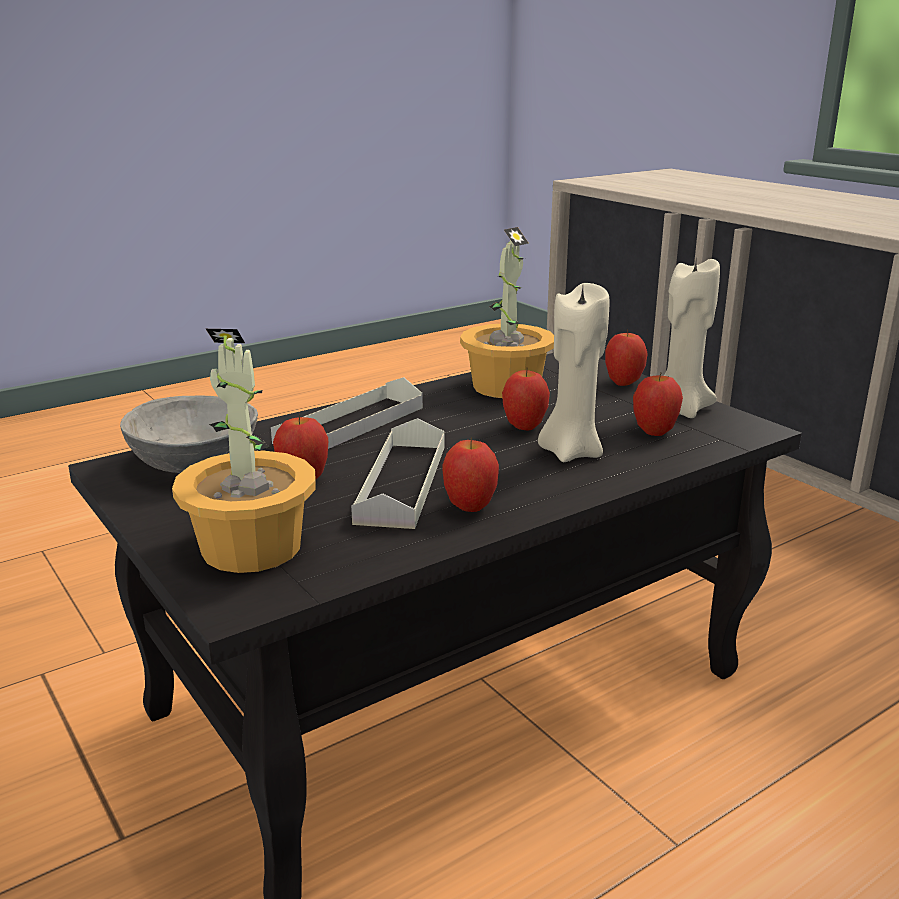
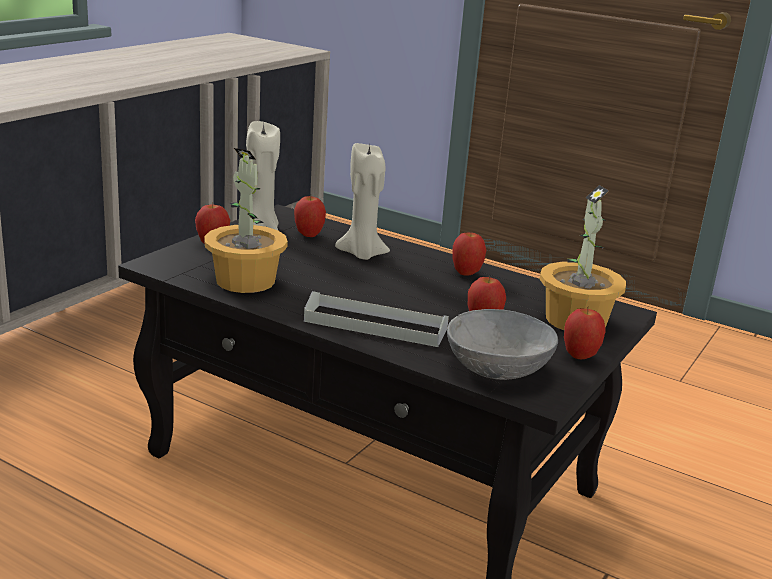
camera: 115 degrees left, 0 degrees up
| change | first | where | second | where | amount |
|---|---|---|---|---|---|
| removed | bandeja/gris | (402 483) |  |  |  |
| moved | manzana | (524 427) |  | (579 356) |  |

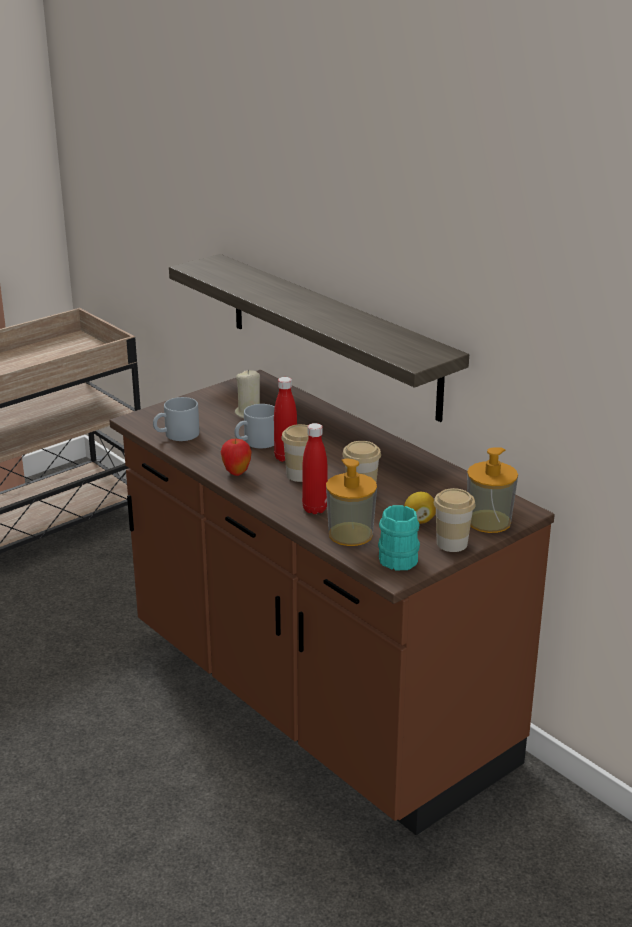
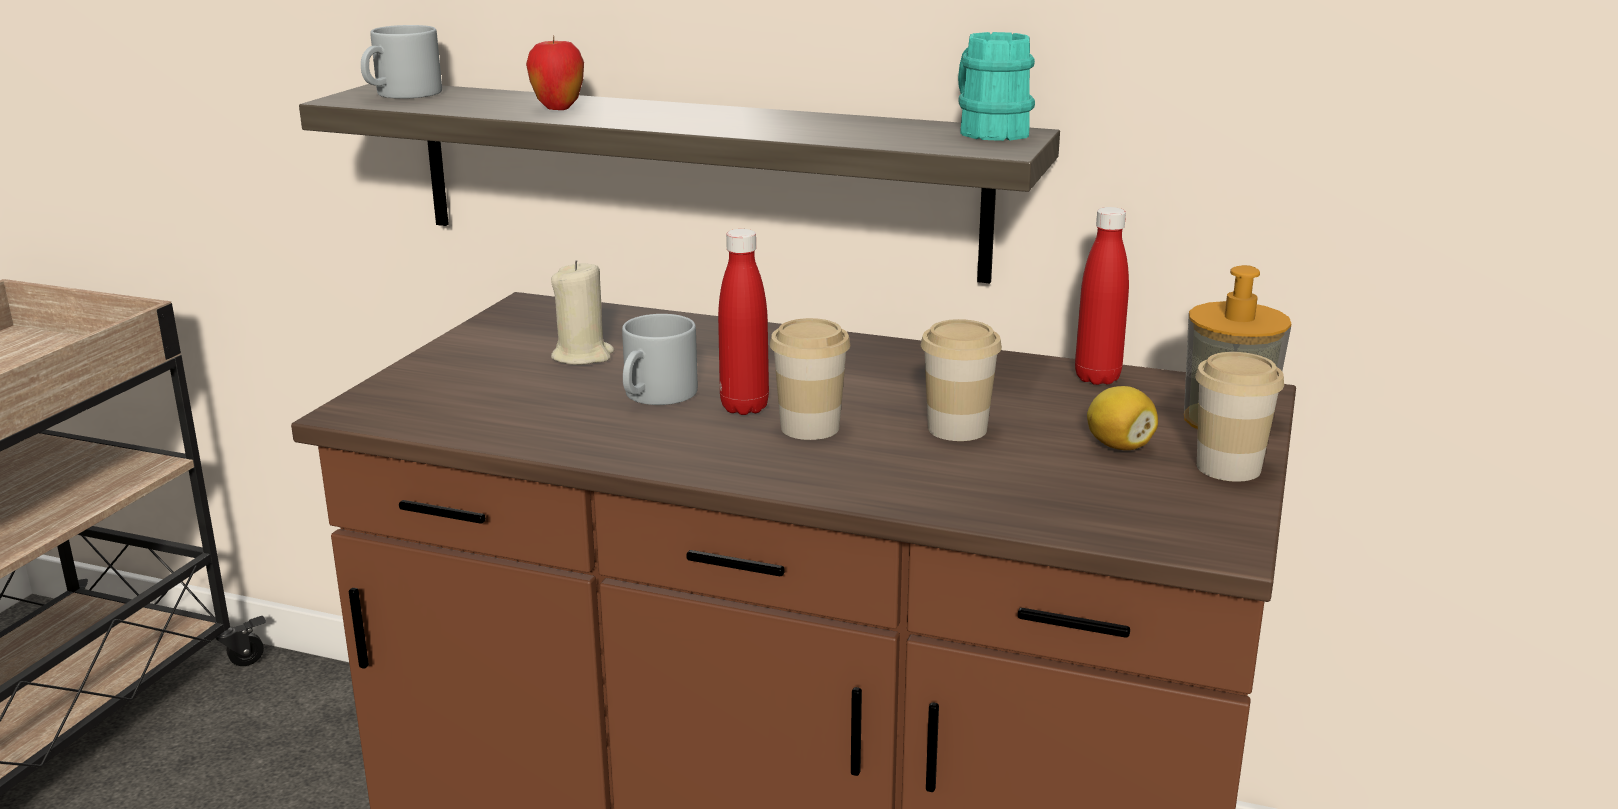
camera: 30 degrees left, 5 degrees down
| change | first | where | second | where | amount |
|---|---|---|---|---|---|
| moved | taza grande/gris | (176 435) |  | (402 94) |  |
| moved | manzana | (236 473) |  | (558 108) |  |
| moved | botella/rojo | (314 509) |  | (1097 378) |  |
| removed | dispensador de jabón | (350 534) |  |  |  |
| moved | taza grande/turquesa | (397 556) |  | (987 131) |  |

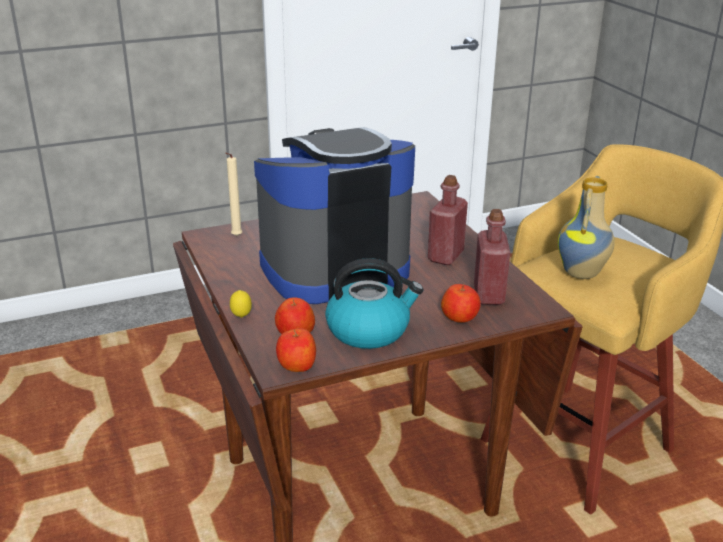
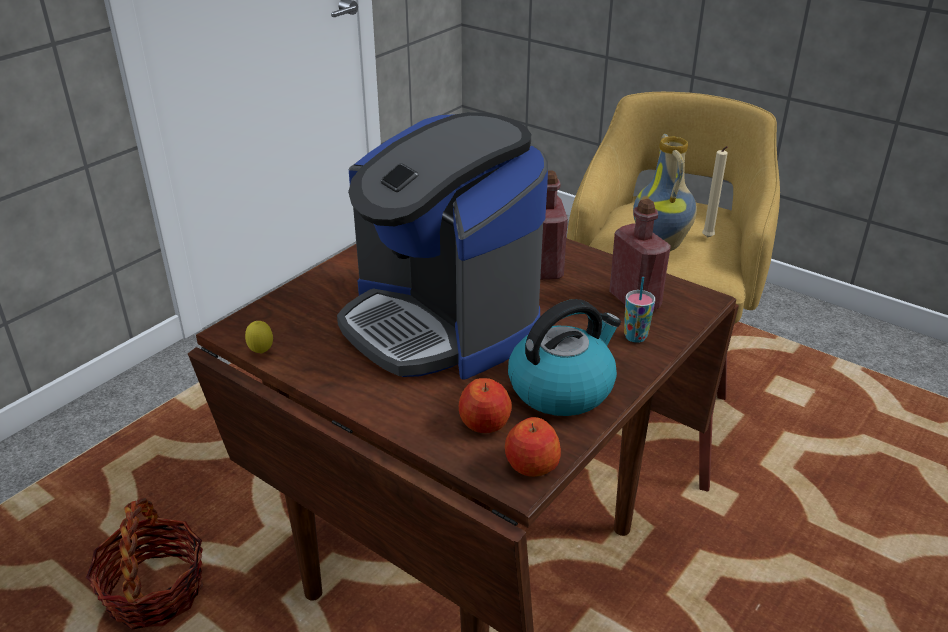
camera: 30 degrees left, 5 degrees up
| change | first | where | second | where | amount |
|---|---|---|---|---|---|
| moved | vela/beis | (235 237) |  | (708 238) |  |
| moved | limón | (241 317) |  | (261 352) |  |
| turned | cafetera | (333 268) |  | (441 323) | 75 degrees counterclockwise |
| replaced | manzana | (460 317) | taza | (635 337) |  |
| added |  |  | cesta | (155 591) |  |

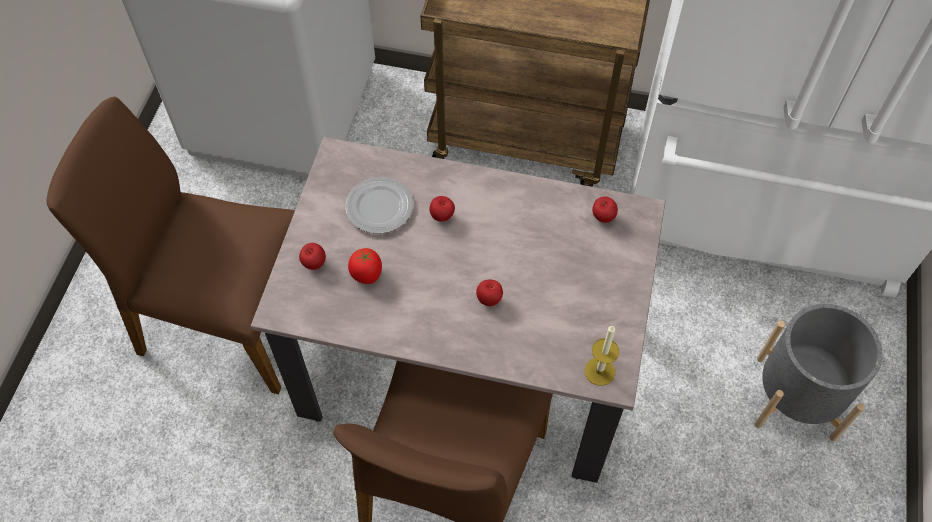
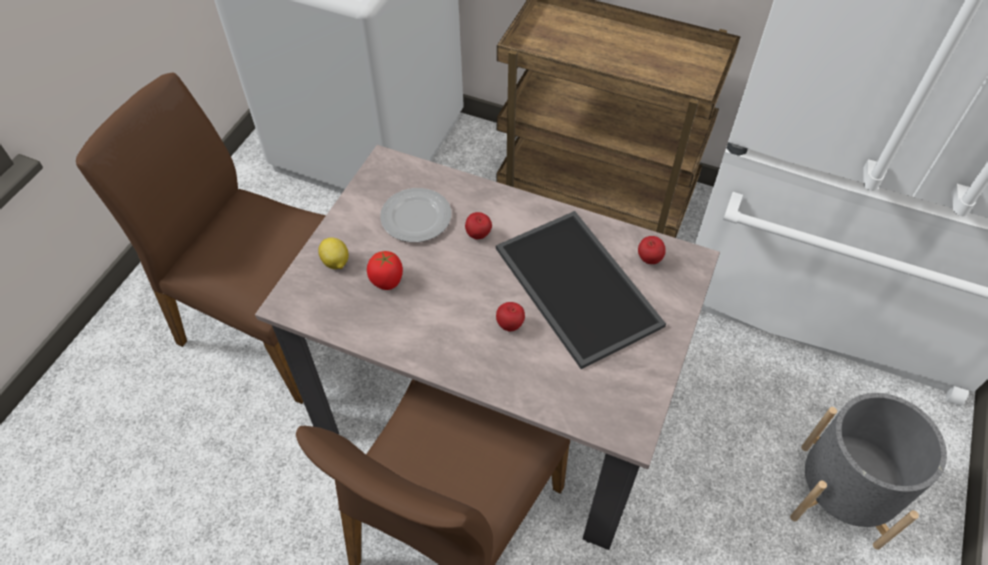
camera: 10 degrees right, 5 degrees down
| change | first | where | second | where | amount |
|---|---|---|---|---|---|
| replaced | manzana | (314 264) | limón | (336 262) |  |
| removed | vela | (599 371) |  |  |  |
| added |  |  | bandeja | (574 286) |  |

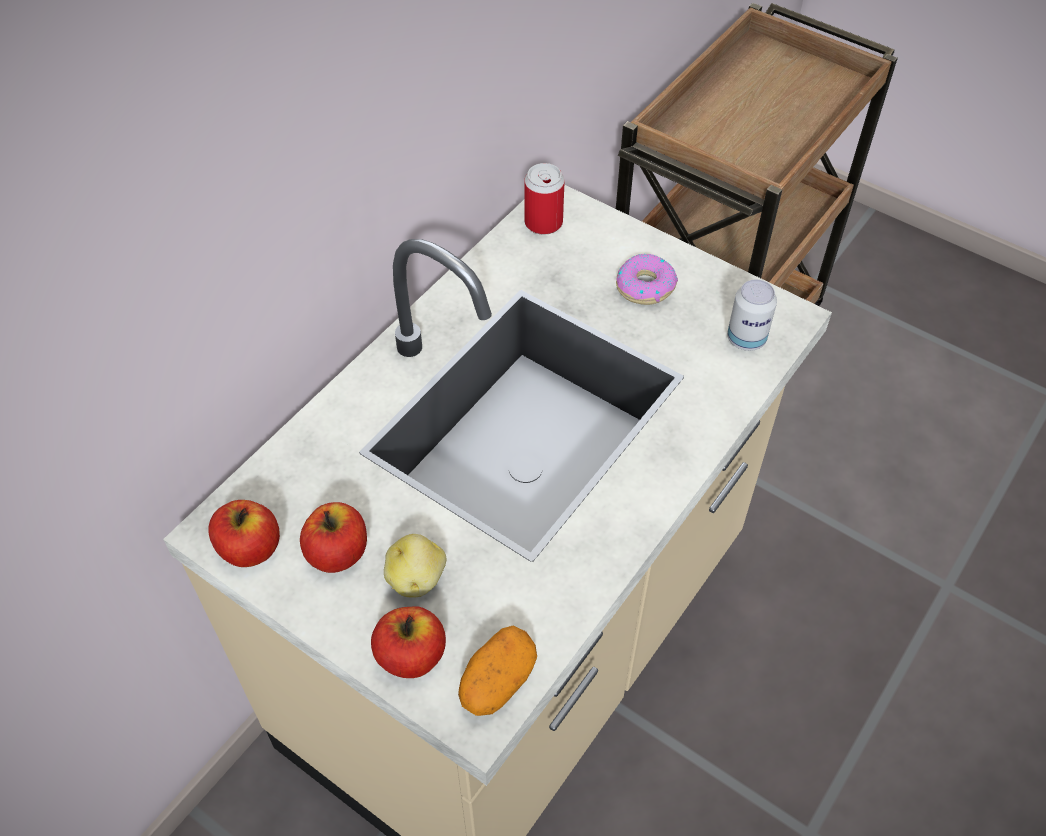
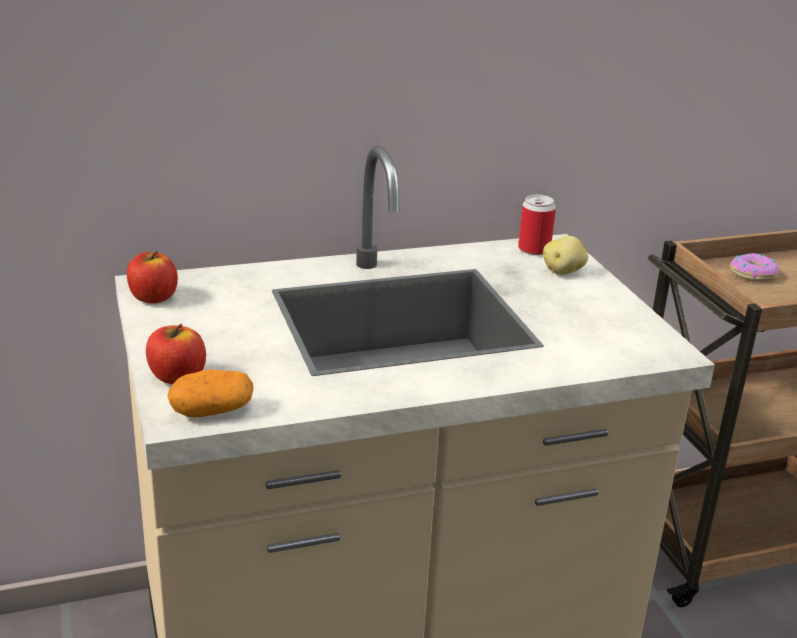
camera: 35 degrees right, 25 degrees down
| change | first | where | second | where | amount |
|---|---|---|---|---|---|
| removed | manzana | (338 553) |  |  |  |
| moved | patata | (417 578) |  | (563 272) |  |
| moved | rosquilla | (645 286) |  | (753 274) |  |
| removed | lata | (746 339) |  |  |  |

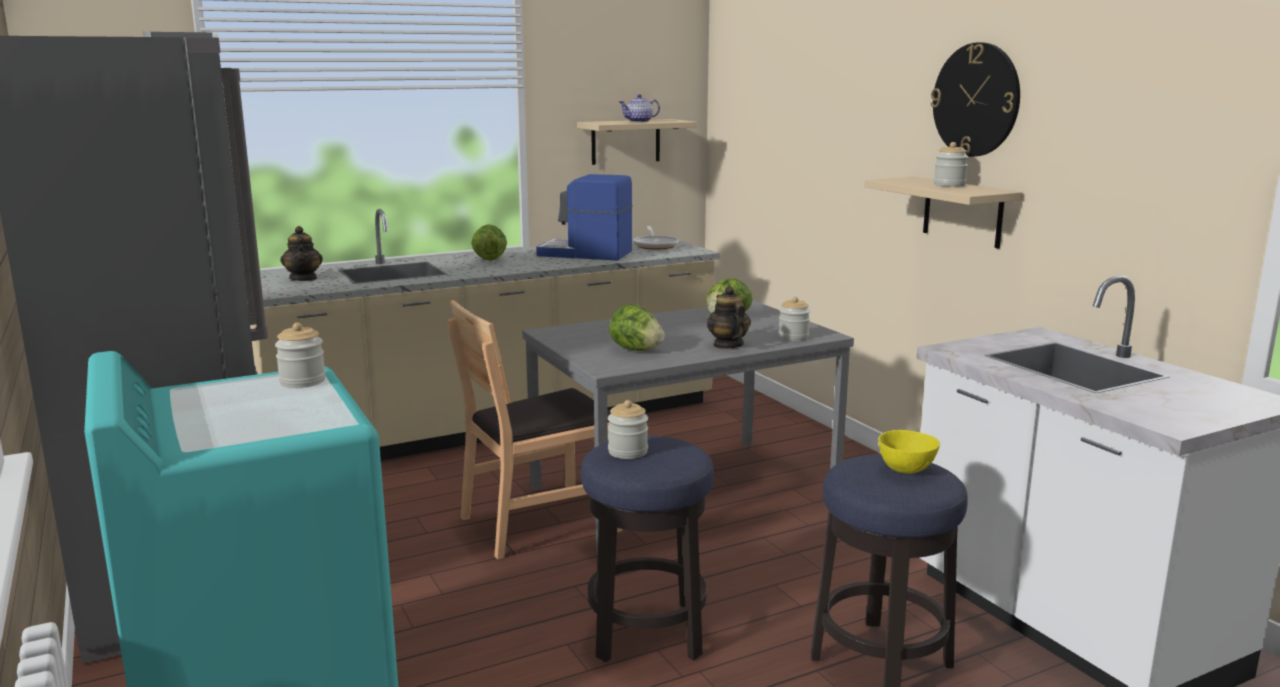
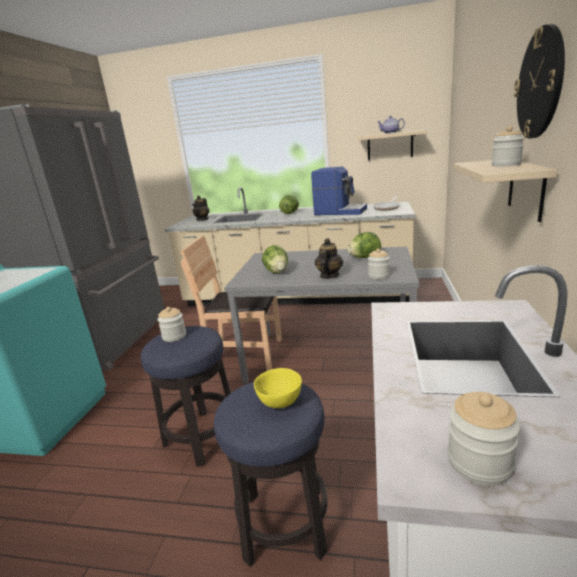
camera: 40 degrees right, 5 degrees up
| change | first | where | second | where | amount |
|---|---|---|---|---|---|
| moved | tarro | (302 381) |  | (479 462) |  |
| turned | cafetera | (585 254) |  | (340 212) | 150 degrees clockwise |

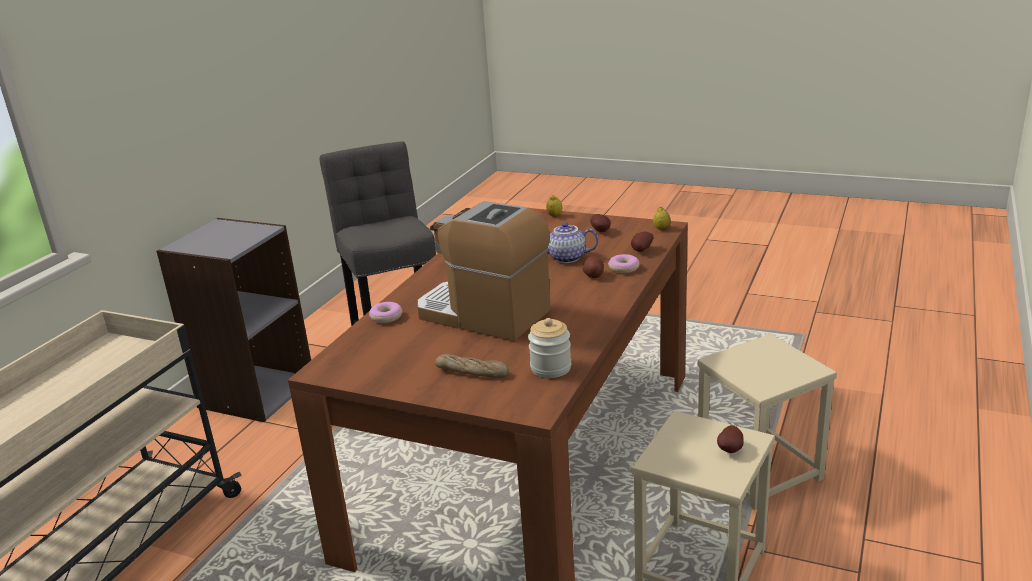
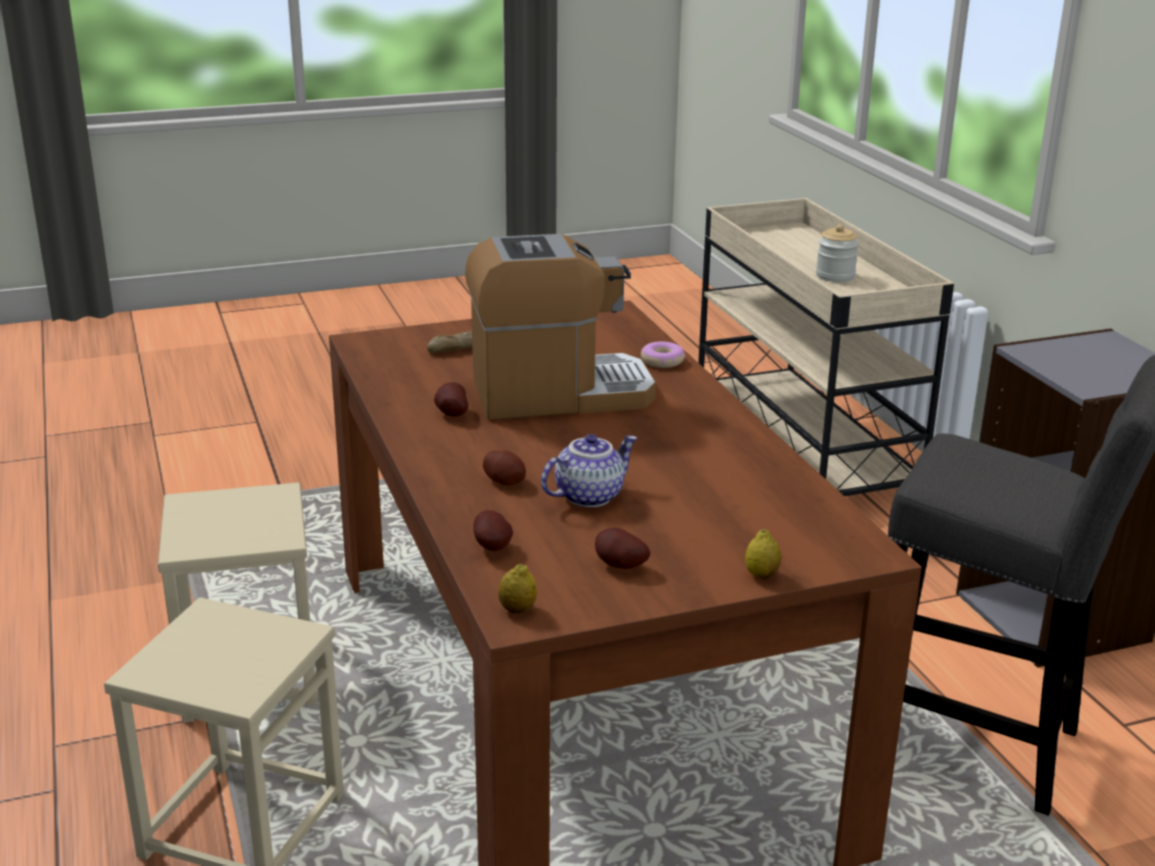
camera: 135 degrees right, 0 degrees up
| change | first | where | second | where | amount |
|---|---|---|---|---|---|
| moved | tarro | (550 368) |  | (835 276) |  |
| removed | rosquilla | (624 268) |  |  |  |
| moved | patata | (731 450) |  | (450 414) |  |

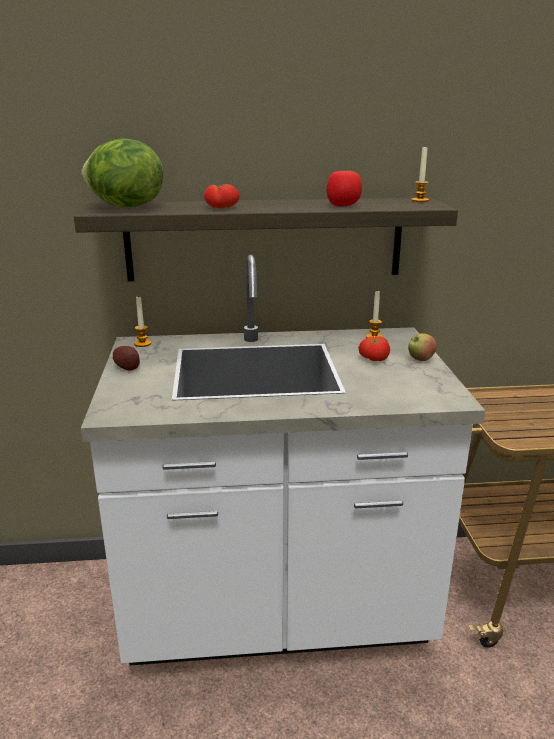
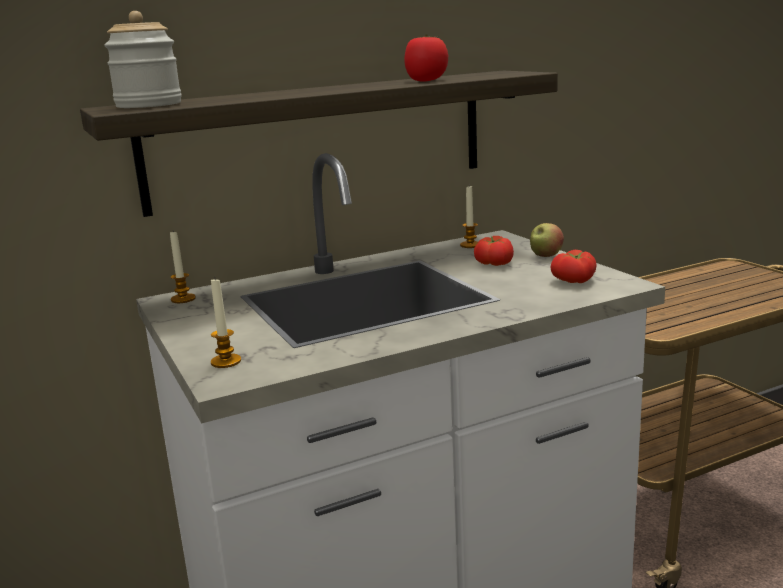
camera: 20 degrees left, 5 degrees down
| change | first | where | second | where | amount |
|---|---|---|---|---|---|
| replaced | lechuga | (125 207) | tarro | (149 105) |  |
| removed | patata | (127 367) |  |  |  |
| moved | tomate | (221 208) |  | (575 281) |  |
| moved | vela | (420 200) |  | (226 362) |  |

